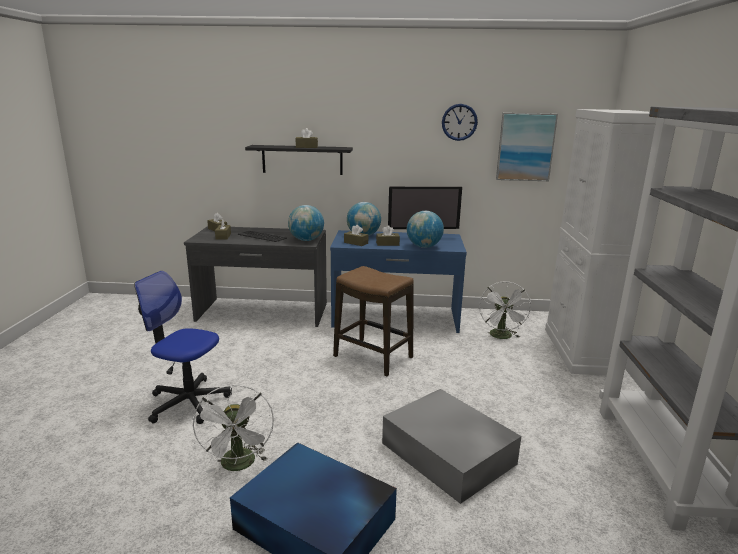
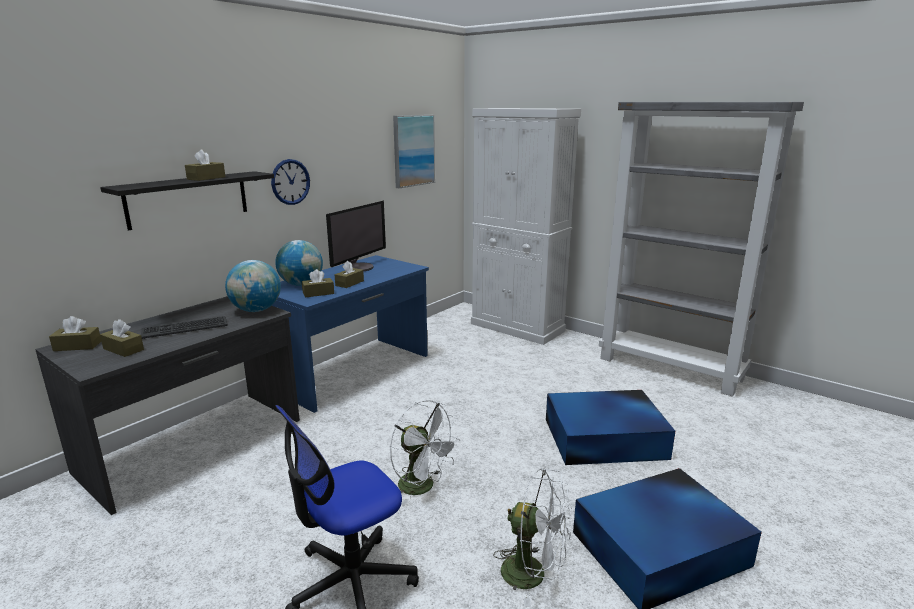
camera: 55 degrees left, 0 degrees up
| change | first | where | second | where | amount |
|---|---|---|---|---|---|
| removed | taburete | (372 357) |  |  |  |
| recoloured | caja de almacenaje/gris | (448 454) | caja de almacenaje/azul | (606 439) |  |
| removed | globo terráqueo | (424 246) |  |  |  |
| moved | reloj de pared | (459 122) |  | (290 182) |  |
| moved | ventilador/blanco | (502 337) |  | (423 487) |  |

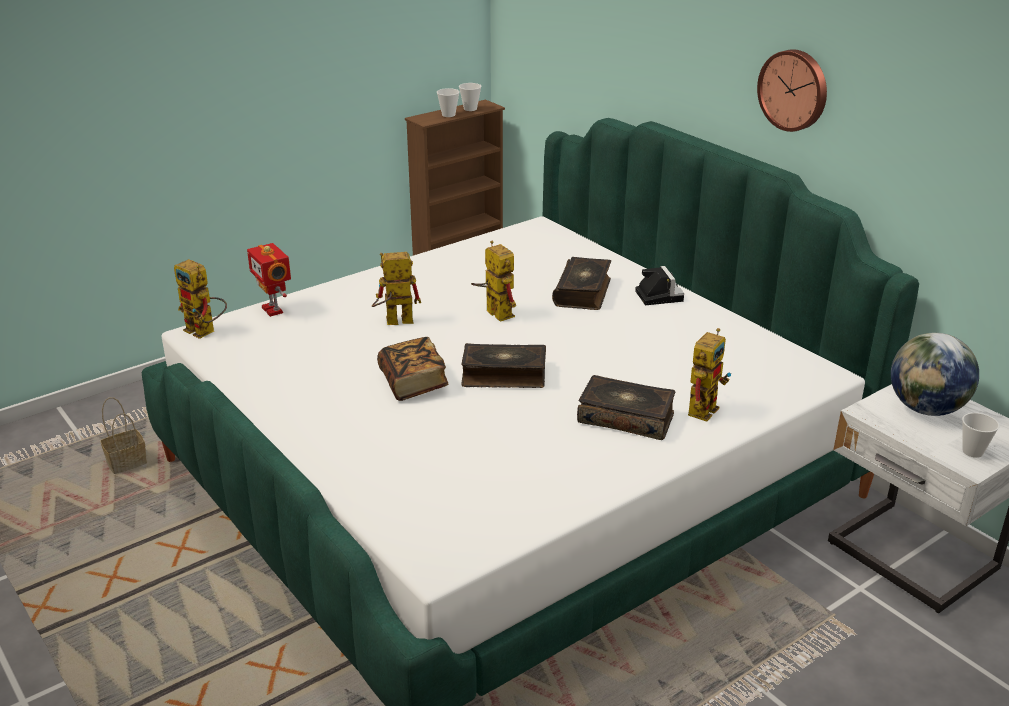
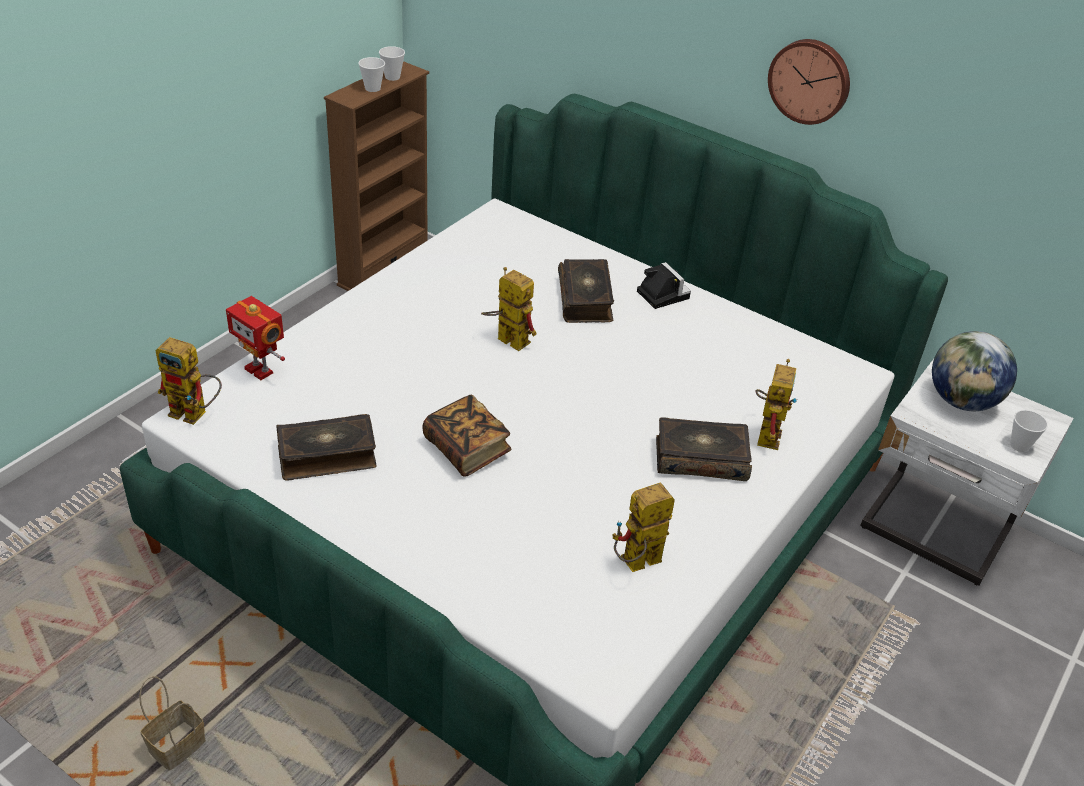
camera: 20 degrees left, 10 degrees up
| change | first | where | second | where | amount |
|---|---|---|---|---|---|
| moved | cesta | (128 462) |  | (178 744) |  |
| moved | robot de juguete | (393 322) |  | (635 565) |  |
| moved | libro | (503 375) |  | (327 456) |  |

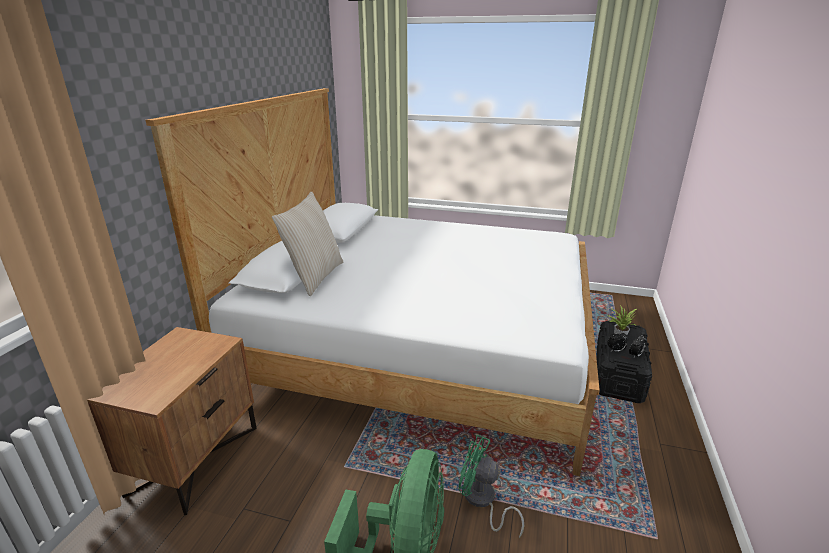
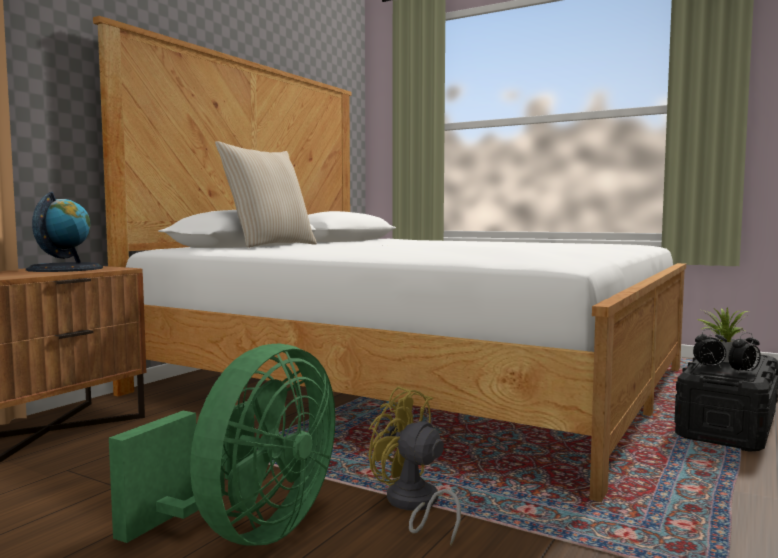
camera: 15 degrees right, 20 degrees down
| change | first | where | second | where | amount |
|---|---|---|---|---|---|
| recoloured | ventilador/verde | (482 501) | ventilador/amarillo | (413 506) |  |
| added |  |  | globo terráqueo | (65 269) |  |

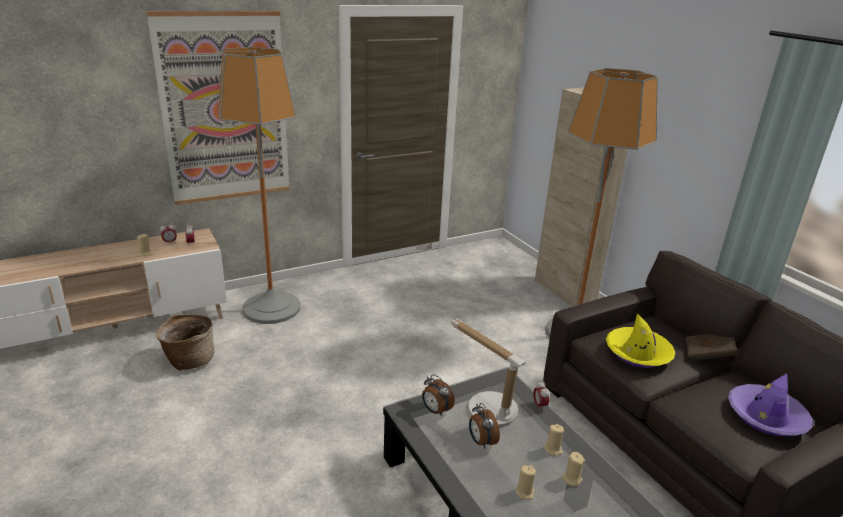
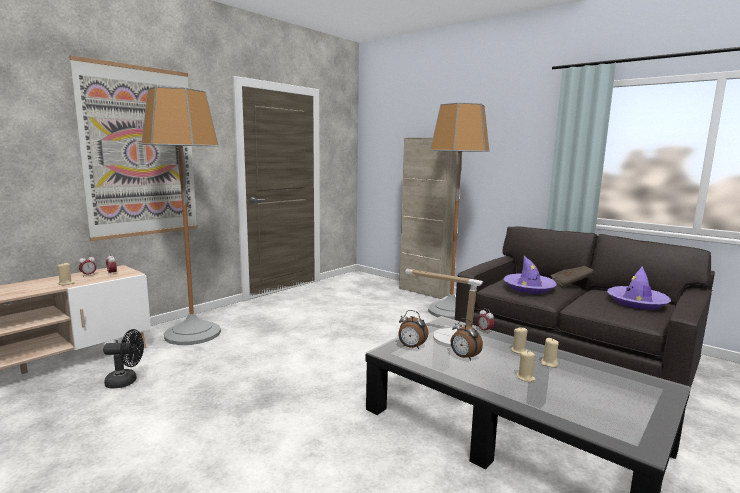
camera: 20 degrees left, 15 degrees down
| change | first | where | second | where | amount |
|---|---|---|---|---|---|
| replaced | cesta | (189 360) | ventilador/negro | (126 381) |  |
| recoloured | sombrero/amarillo | (638 353) | sombrero/morado | (529 288) |  |

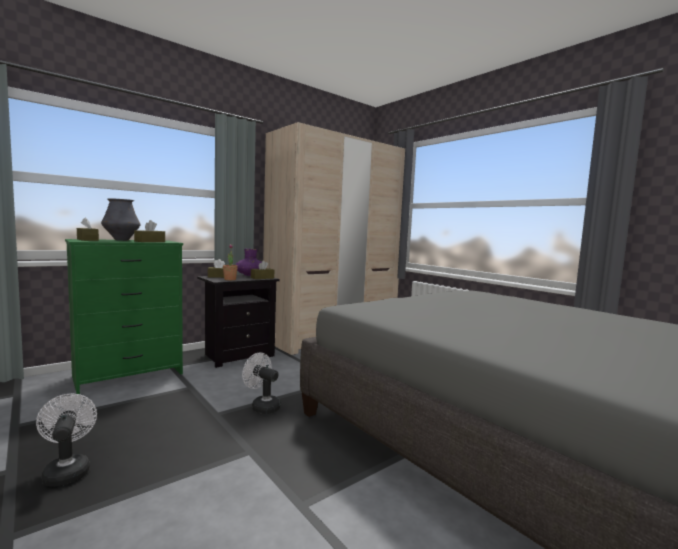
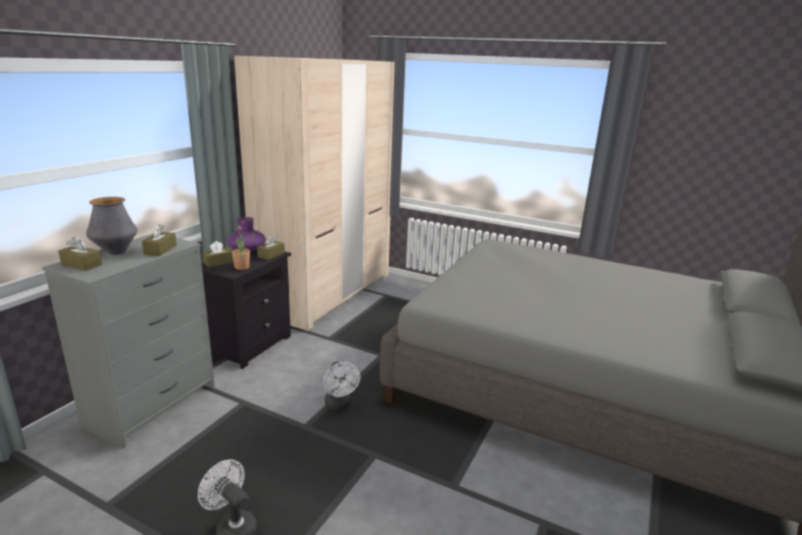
camera: 25 degrees left, 15 degrees up
| change | first | where | second | where | amount |
|---|---|---|---|---|---|
| recoloured | cómoda/verde | (128 375) | cómoda/gris | (152 406) |  |
| turned | ventilador/blanco | (262 406) |  | (340 405) | 120 degrees counterclockwise |

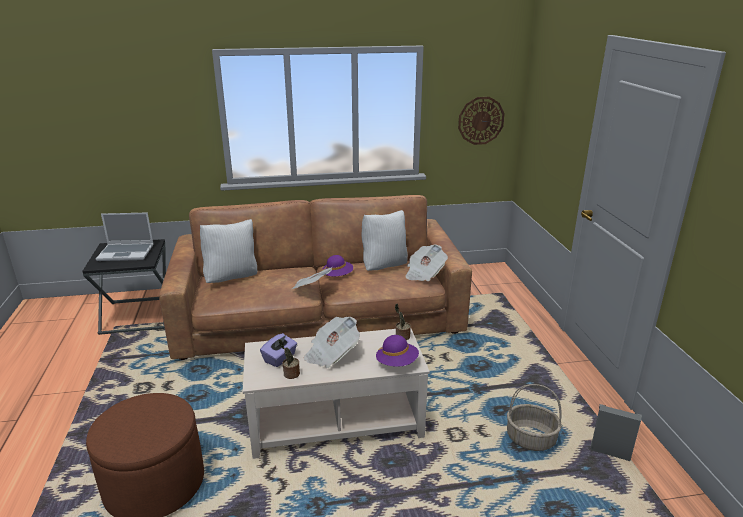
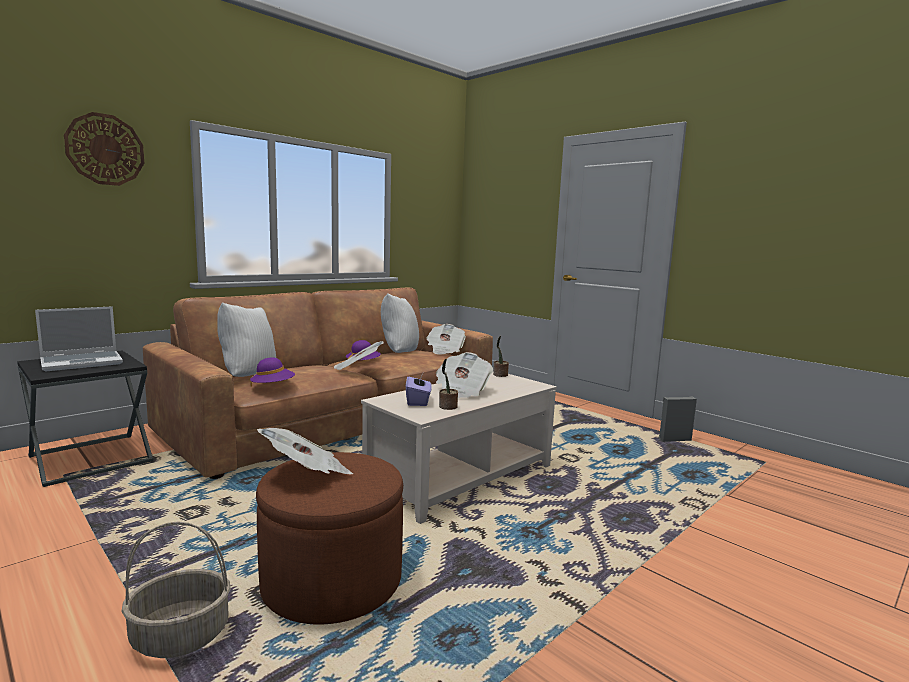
camera: 35 degrees left, 15 degrees down
| change | first | where | second | where | amount |
|---|---|---|---|---|---|
| moved | sombrero/morado | (397 363) |  | (273 387) |  |
| moved | reloj de pared | (481 120) |  | (105 149) |  |
| moved | cesta | (530 439) |  | (179 636) |  |
| added |  |  | periódico | (307 474) |  |

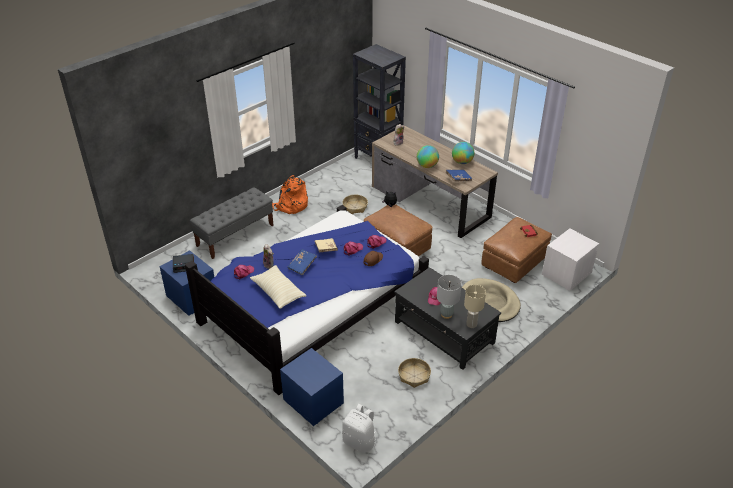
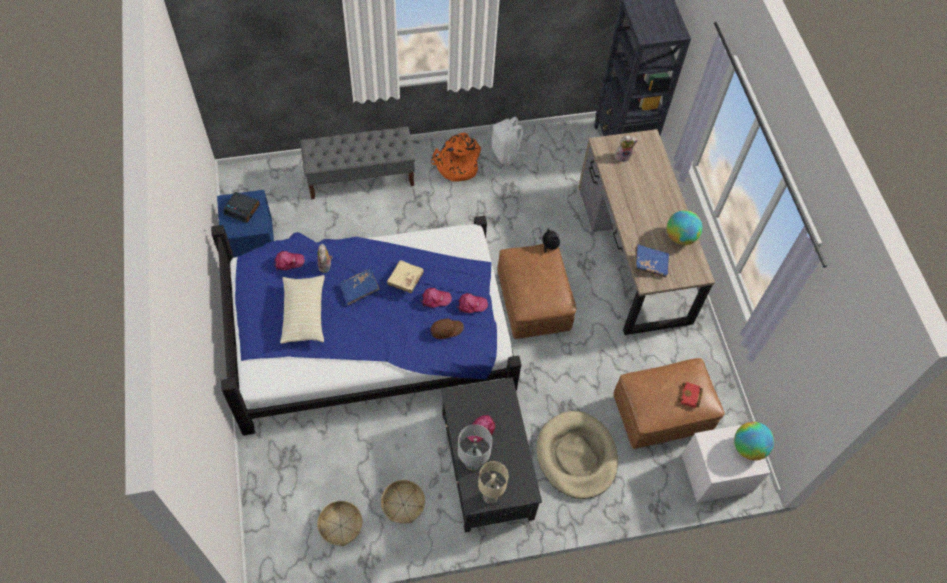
camera: 30 degrees right, 20 degrees up
| change | first | where | second | where | amount |
|---|---|---|---|---|---|
| removed | mesita de noche/azul | (312 401) |  |  |  |
| moved | cesta | (355 207) |  | (340 526) |  |
| moved | mochila/blanco | (360 442) |  | (506 153) |  |
| moved | globo terráqueo | (427 166) |  | (748 447) |  |

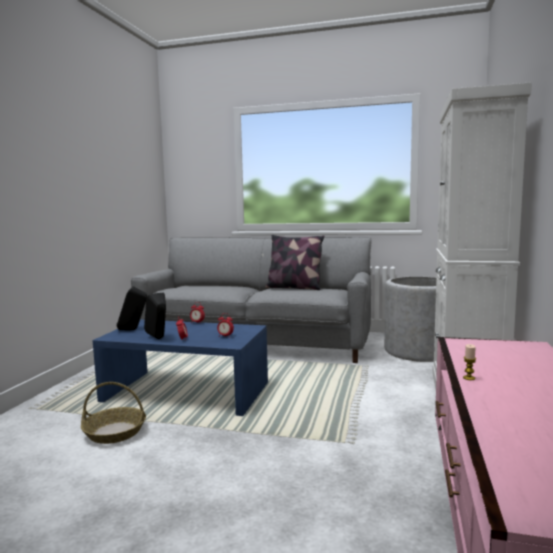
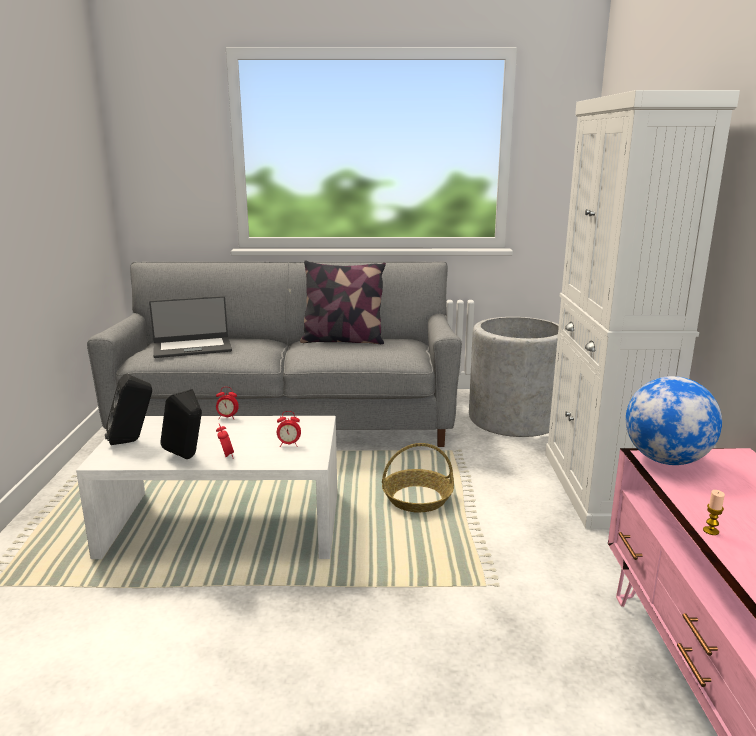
camera: 15 degrees left, 10 degrees up
| change | first | where | second | where | amount |
|---|---|---|---|---|---|
| moved | cesta | (114 432) |  | (417 499) |  |
| recoloured | mesa de centro/azul | (186 391) | mesa de centro/blanco | (224 523) |  |
| added |  |  | portátil | (192 348) |  |
| added |  |  | globo terráqueo | (666 460) |  |

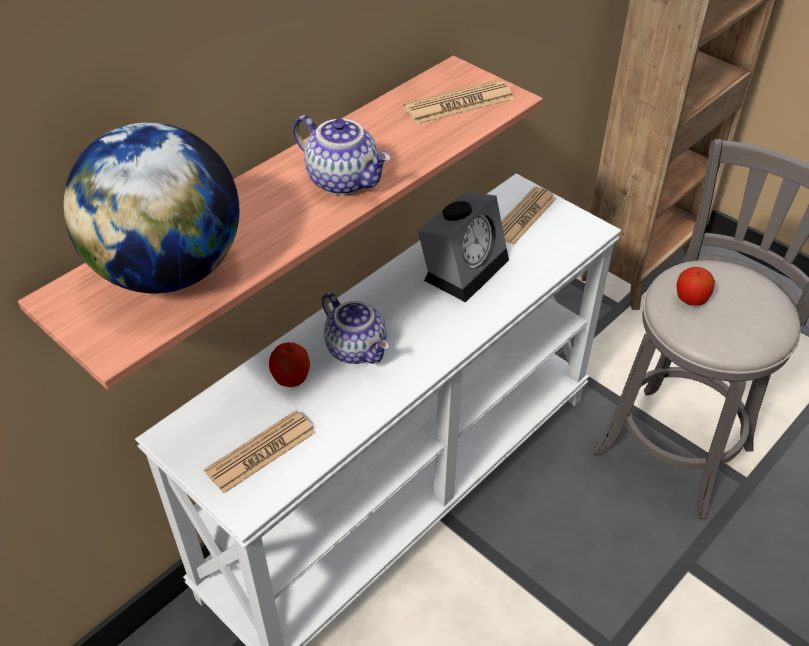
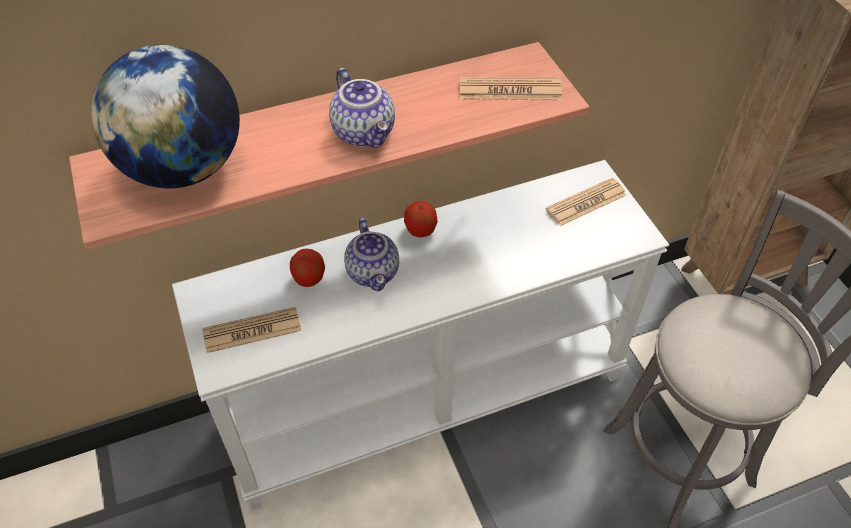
camera: 25 degrees right, 5 degrees up
| change | first | where | second | where | amount |
|---|---|---|---|---|---|
| removed | despertador | (464 266) |  |  |  |
| moved | manzana | (691 299) |  | (420 230) |  |

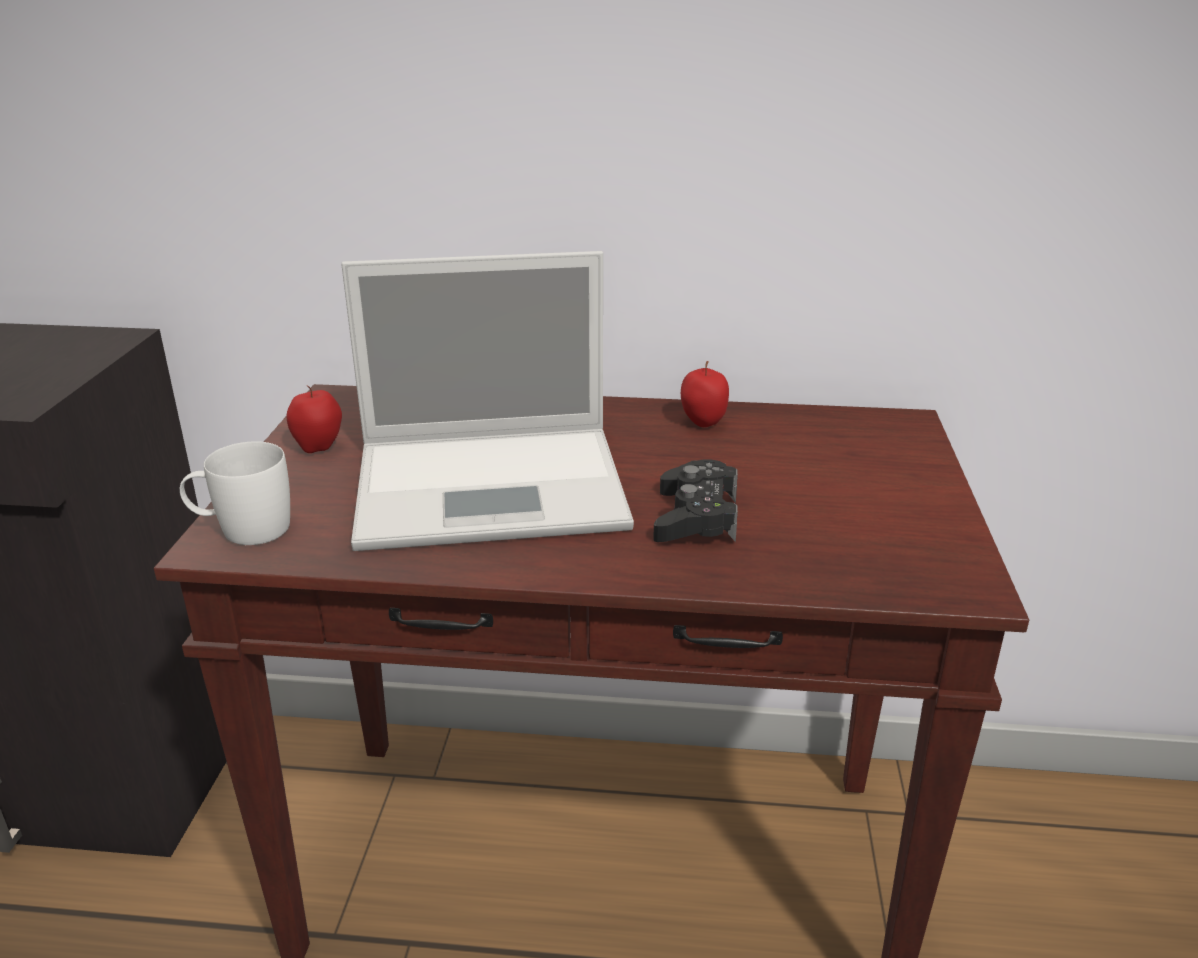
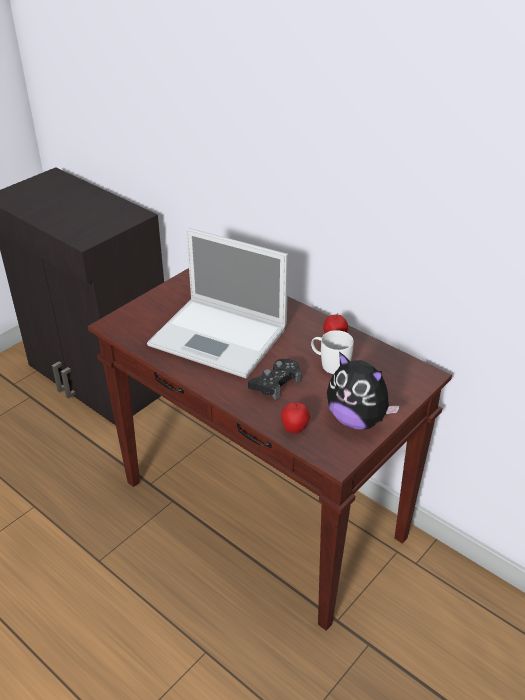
camera: 35 degrees right, 10 degrees up
| change | first | where | second | where | amount |
|---|---|---|---|---|---|
| moved | taza grande/blanco | (242 529) |  | (330 364) |  |
| moved | manzana | (319 448) |  | (295 429) |  |
| added |  |  | peluche | (357 419) |  |

